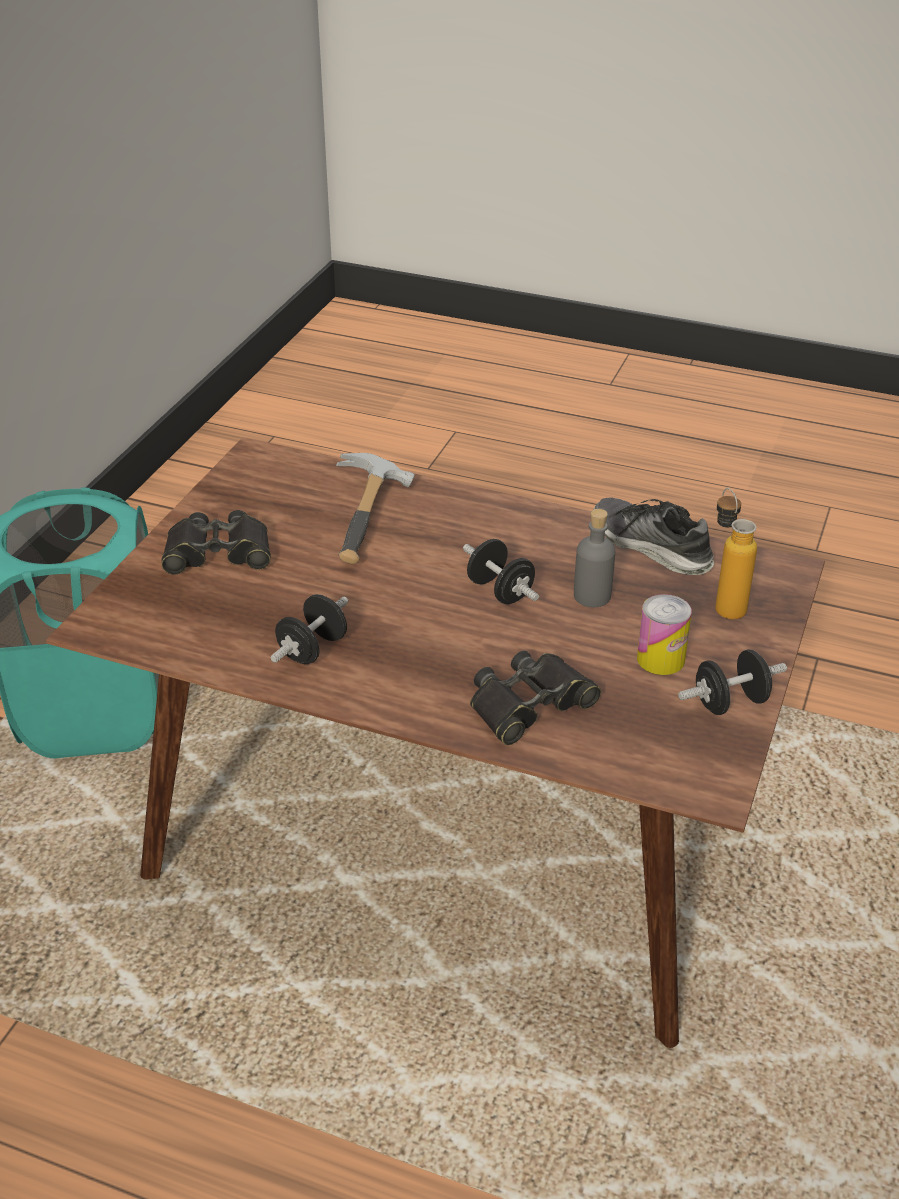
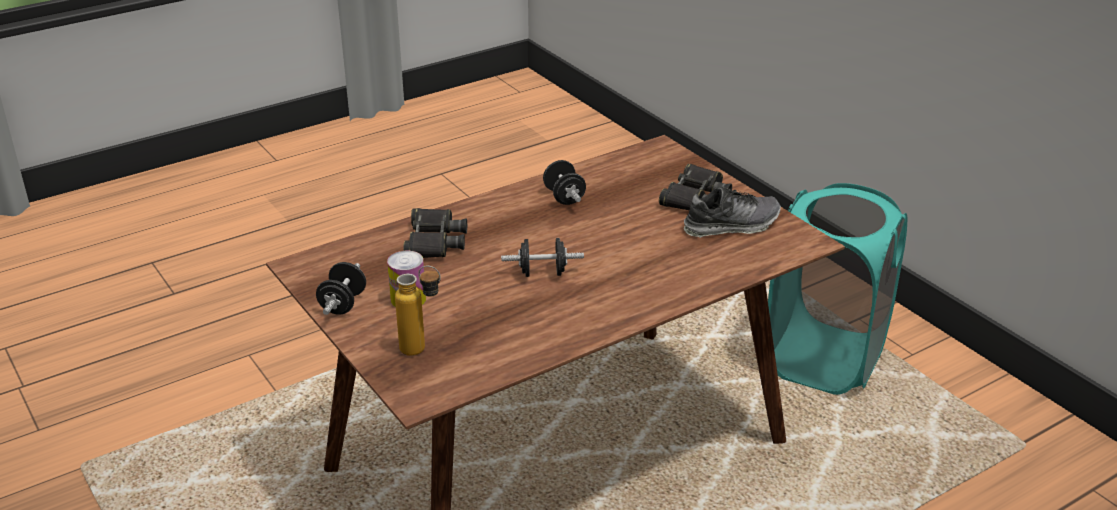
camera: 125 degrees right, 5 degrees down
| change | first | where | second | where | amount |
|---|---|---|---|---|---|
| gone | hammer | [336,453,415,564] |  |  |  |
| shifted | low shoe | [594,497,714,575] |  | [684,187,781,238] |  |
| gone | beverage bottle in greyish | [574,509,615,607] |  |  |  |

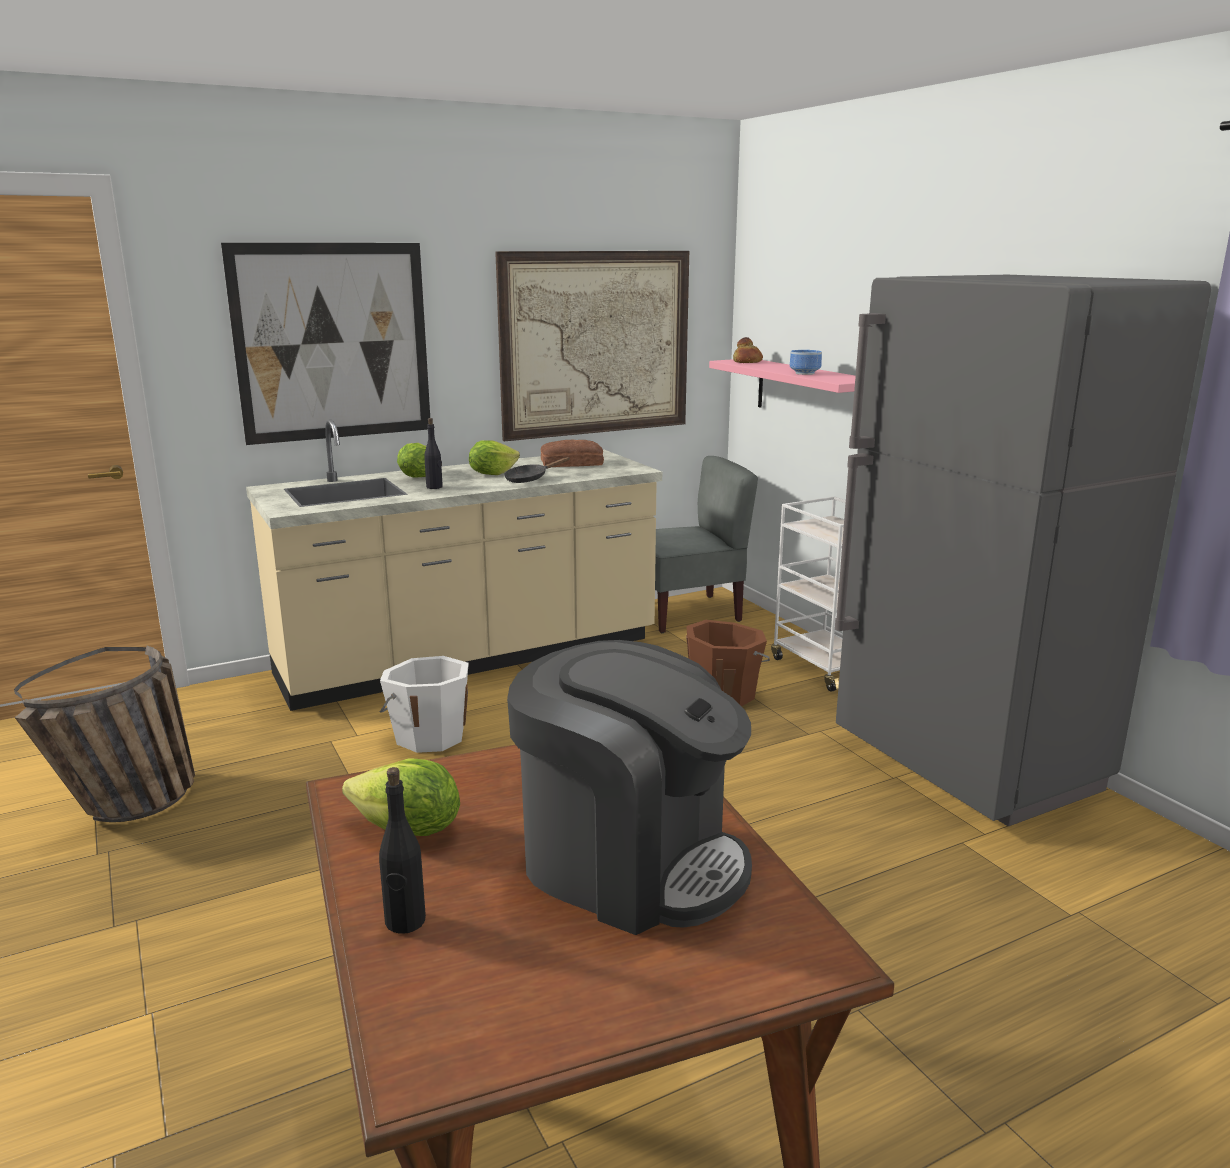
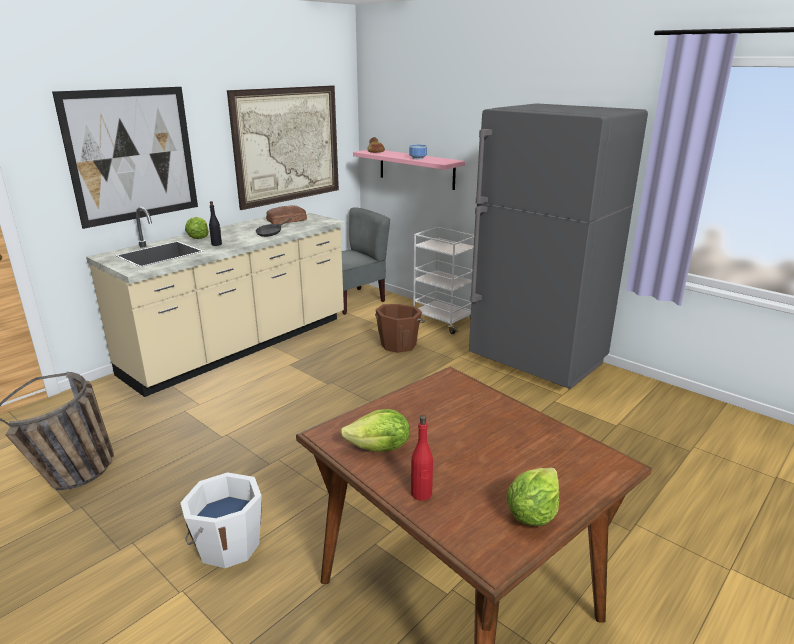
camera: 20 degrees left, 5 degrees up
| change | first | where | second | where | amount |
|---|---|---|---|---|---|
| shifted | lettuce head | [469,440,520,475] |  | [506,467,559,526] |  |
| gone | coffee maker | [507,640,752,935] |  |  |  |
| shifted | pail in white-coloured | [380,656,469,753] |  | [180,472,262,568] |  |
| repainted | beverage bottle in black | [379,767,426,934] | beverage bottle in red | [411,415,433,501] |  |

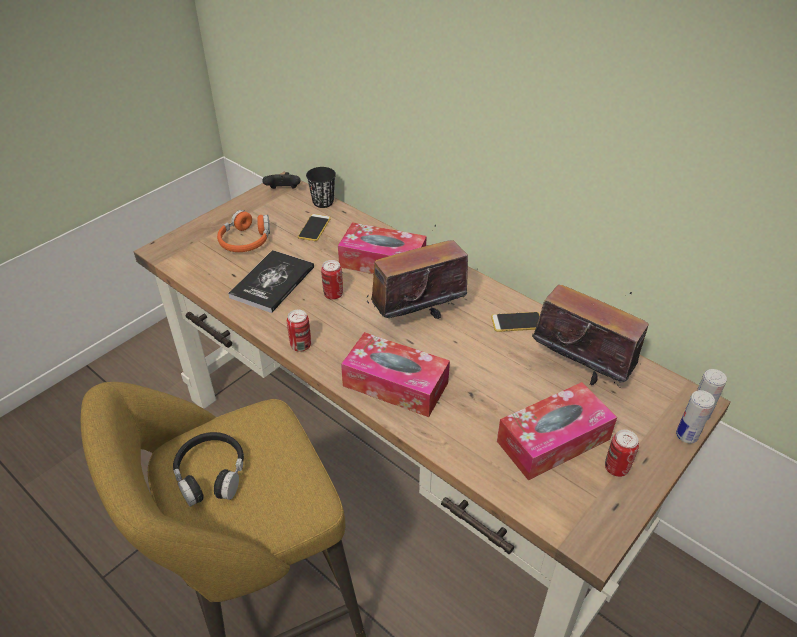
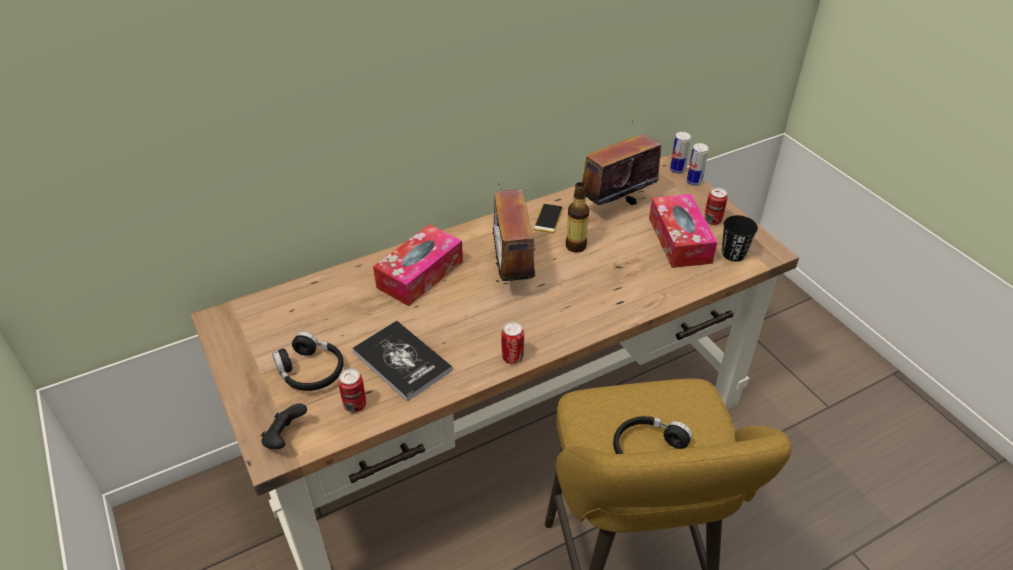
camera: 70 degrees left, 0 degrees up
| change | first | where | second | where | amount |
|---|---|---|---|---|---|
| shifted | drinking cup in black | [306,167,336,208] |  | [722,215,758,261] |  |
| shifted | game controller in black | [262,172,300,189] |  | [261,403,307,449] |  |
| repainted | headphones in orangey | [217,210,270,252] | headphones in black | [272,332,344,391] |  |
| gone | telephone | [298,214,331,241] |  |  |  |
| shifted | metal can | [321,260,343,300] |  | [338,369,366,413] |  |
| gone | tissue holder | [341,332,450,417] |  |  |  |
| new |  |  | beverage bottle | [566,182,589,252] |  |

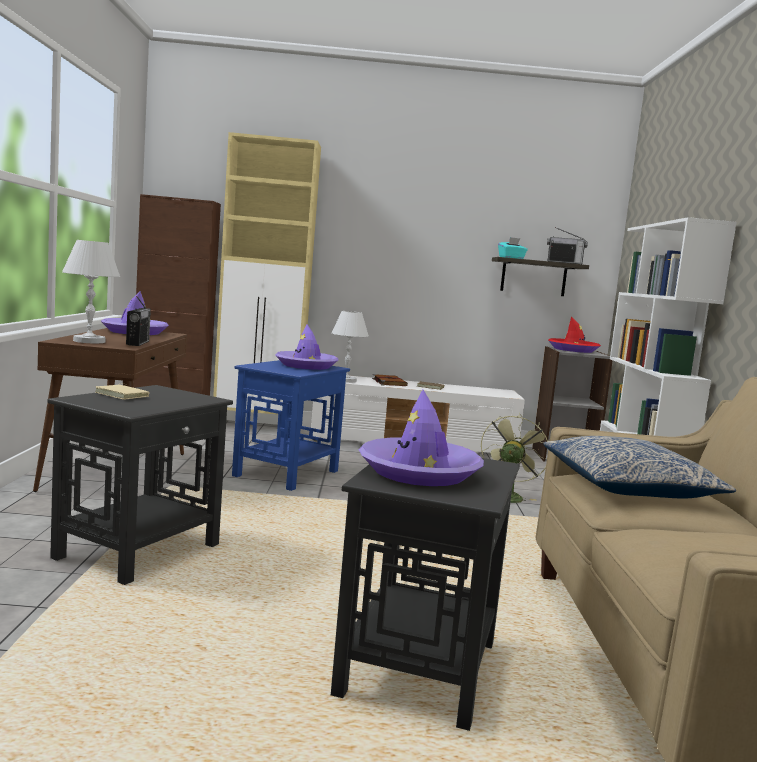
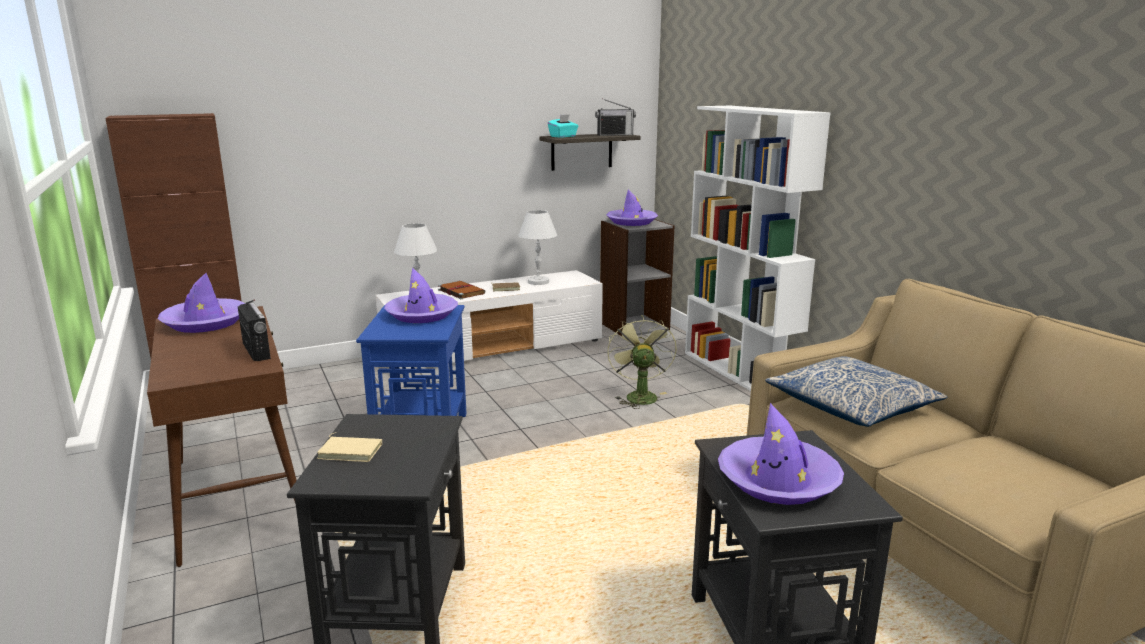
camera: 25 degrees left, 10 degrees up
| change | first | where | second | where | amount |
|---|---|---|---|---|---|
| gone | storage cabinet in beige-coloured | [213,132,321,415] |  |  |  |
| shifted | tabletop lamp in white-coloured | [62,240,120,343] |  | [518,210,557,285] |  |
| repainted | clothing hat in red | [548,316,601,353] | clothing hat in purple | [606,190,658,226] |  |

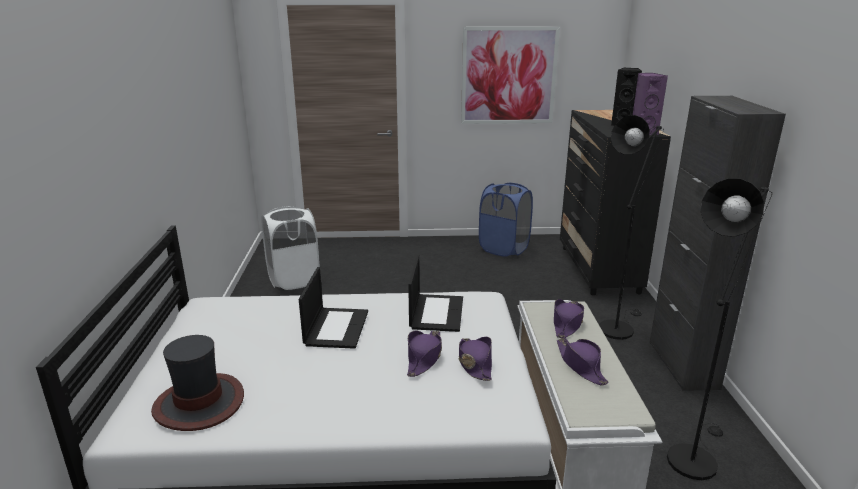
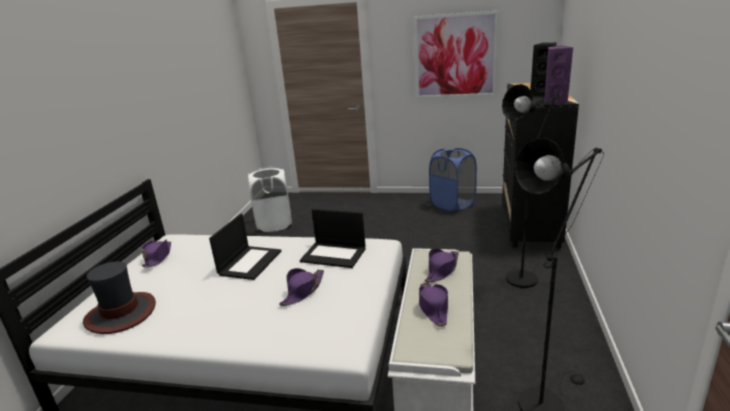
camera: 15 degrees right, 0 degrees up
| change | first | where | second | where | amount |
|---|---|---|---|---|---|
| gone | storage cabinet in black | [649,96,786,391] |  |  |  |
| rotated | portable computer | [408,255,463,332] |  | [300,209,366,268] | 90 degrees clockwise |
| shifted | clothing hat in purple | [458,337,492,381] |  | [141,239,171,267] |  |

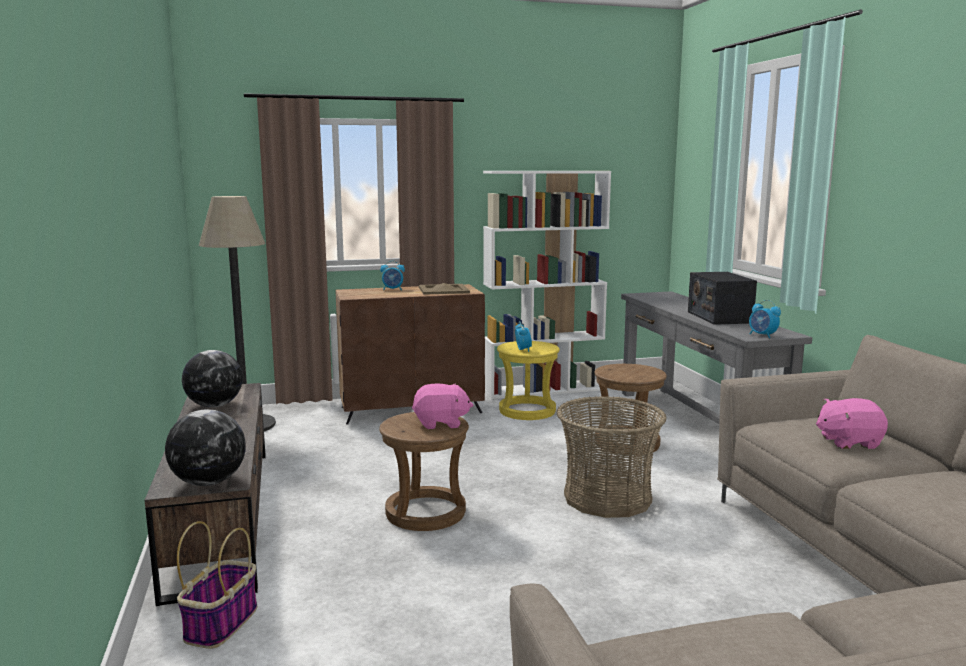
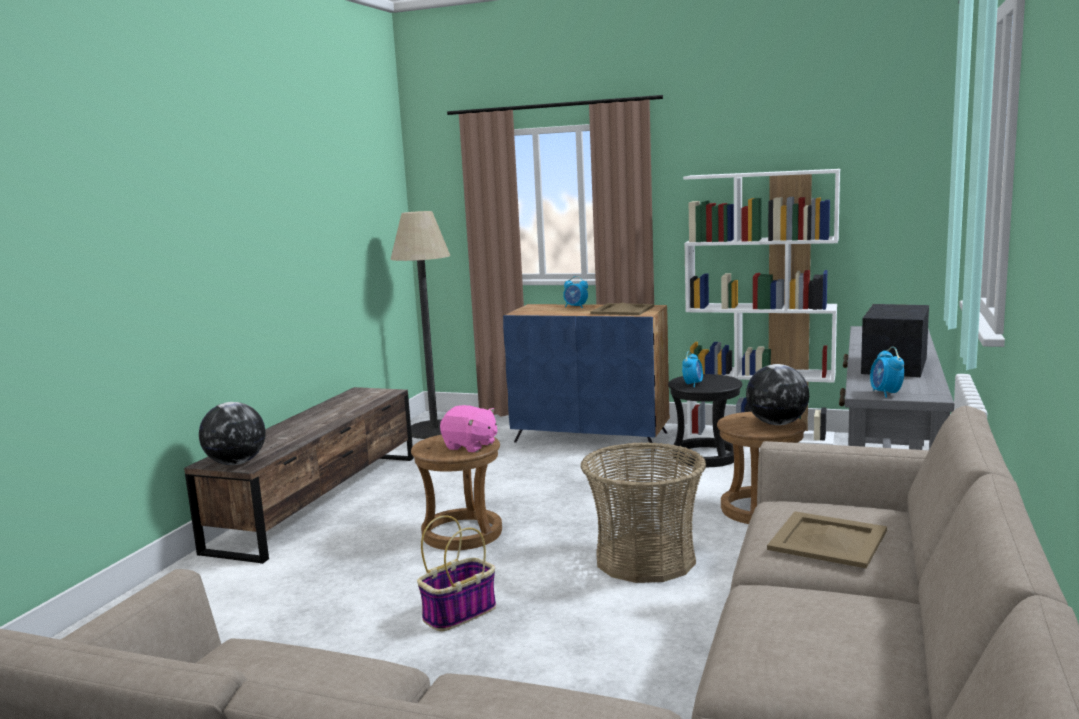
camera: 35 degrees right, 0 degrees up
| change | first | where | second | where | amount |
|---|---|---|---|---|---|
| repainted | storage cabinet in brownish | [336,284,485,425] | storage cabinet in bluish | [503,304,670,451] |  |
| repainted | sitting stool in yellow | [497,341,560,420] | sitting stool in black | [668,374,742,467] |  |
| shifted | world globe | [182,350,243,407] |  | [746,364,809,425] |  |
| swapped | plush toy in pinkish | [816,398,888,449] | carrying tray in beige-coloured | [767,511,887,569] |  |
| shifted | household basket | [177,521,257,649] |  | [417,515,496,631] |  |

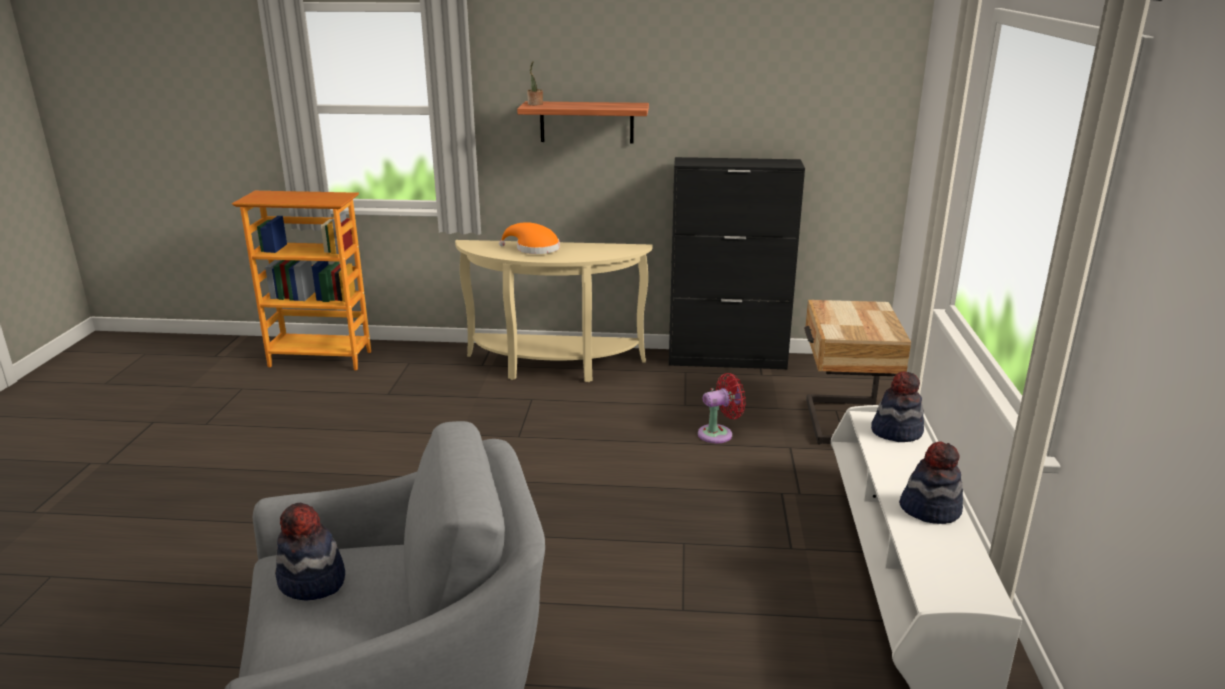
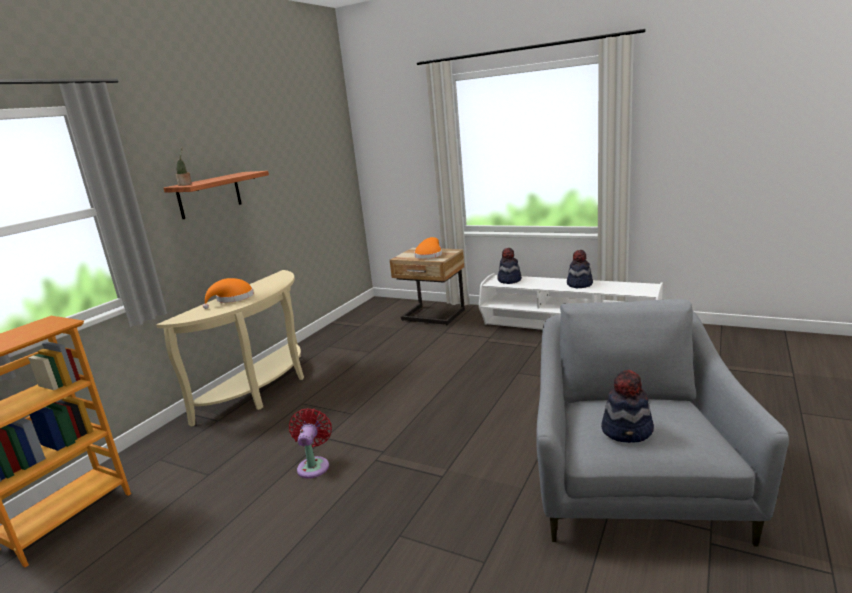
camera: 65 degrees left, 5 degrees down
| change | first | where | second | where | amount |
|---|---|---|---|---|---|
| gone | storage cabinet in black | [669,157,805,369] |  |  |  |
| shifted | fan in red | [698,373,746,443] |  | [289,408,332,478] |  |
| new |  |  | clothing hat in orangey | [414,237,442,259] |  |

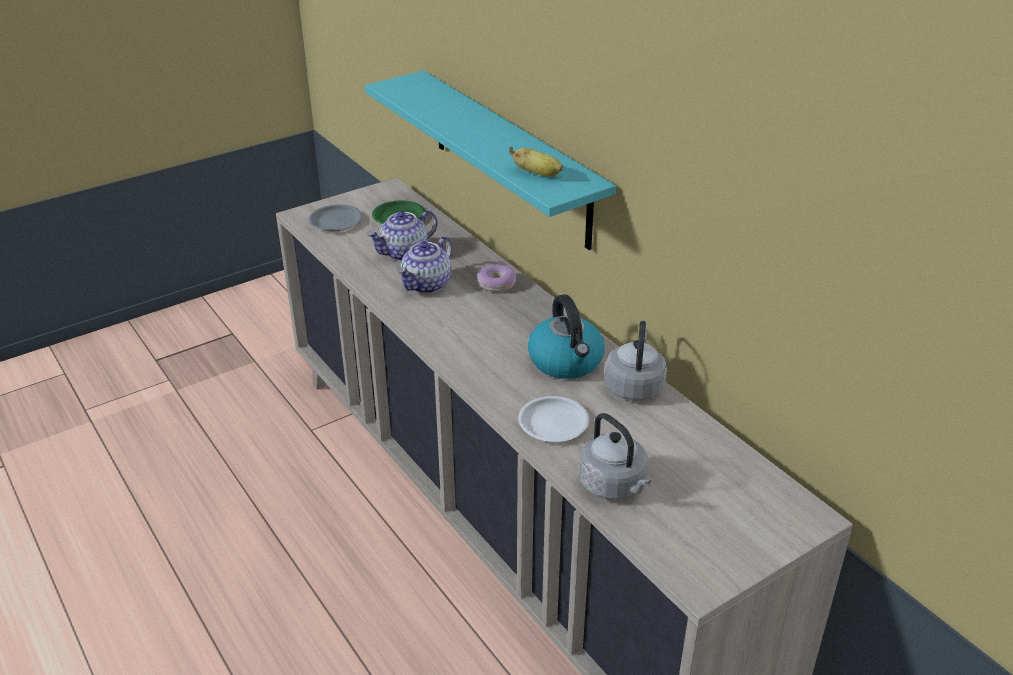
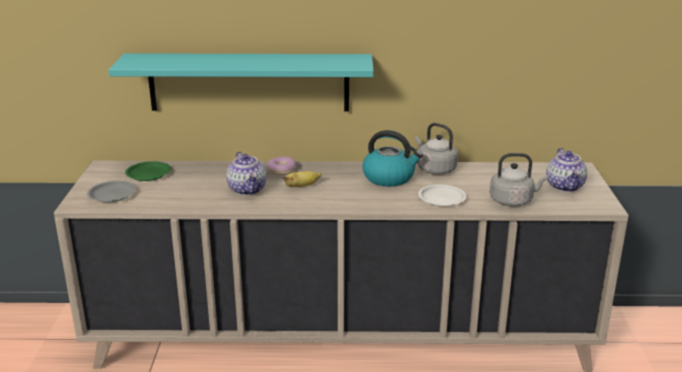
camera: 55 degrees left, 10 degrees down
| change | first | where | second | where | amount |
|---|---|---|---|---|---|
| shifted | banana | [509,147,563,176] |  | [283,171,322,187] |  |
| shifted | teapot | [367,210,438,261] |  | [546,148,587,192] |  |

